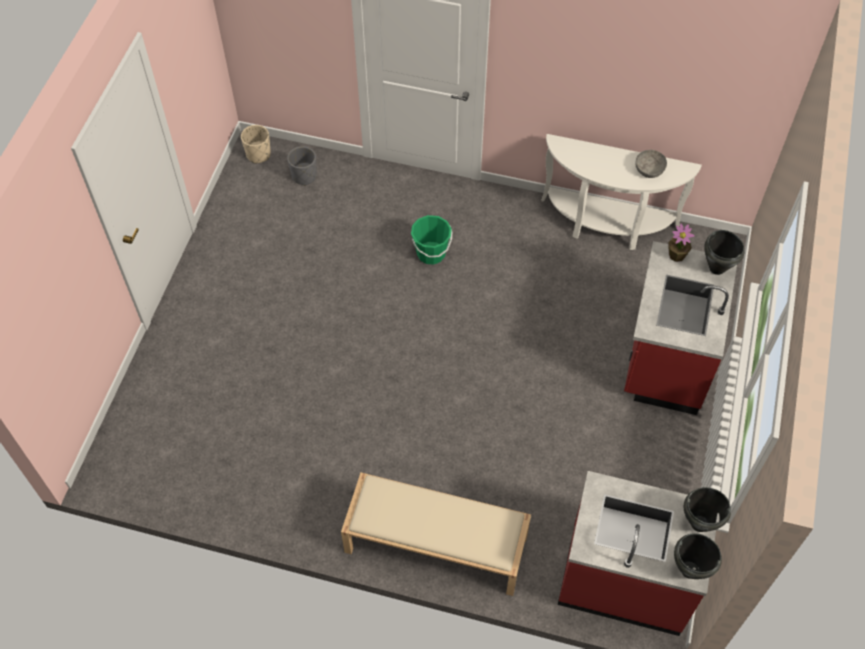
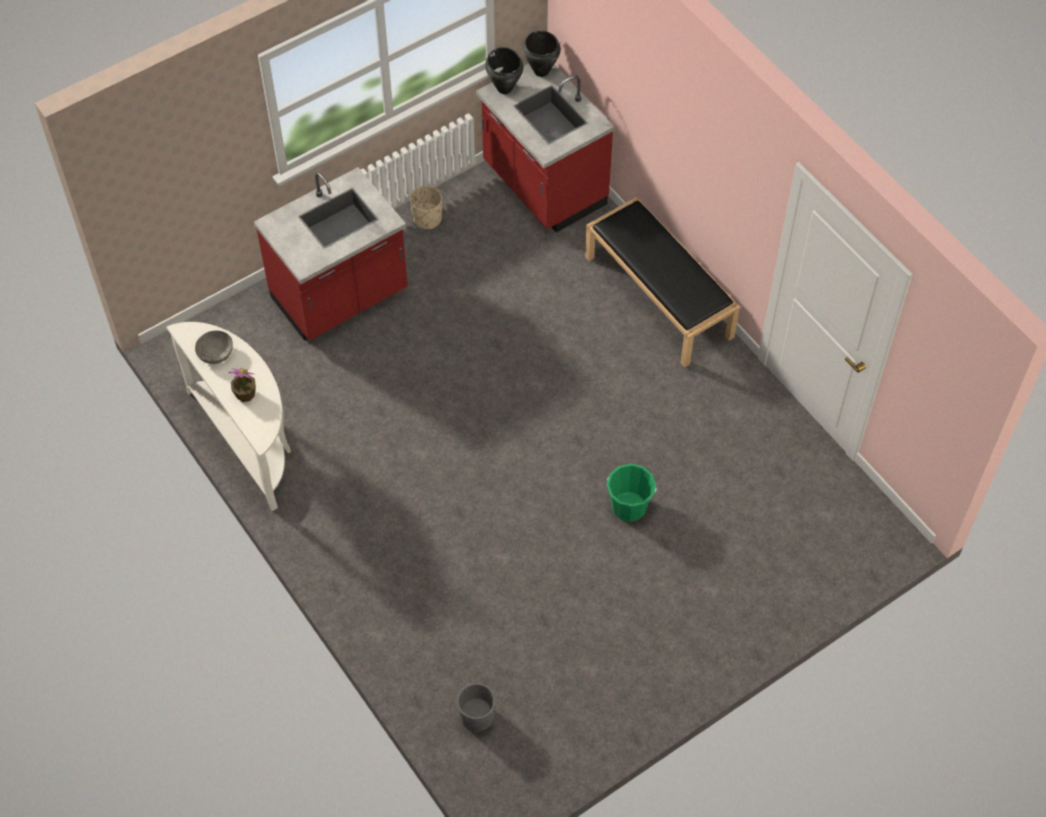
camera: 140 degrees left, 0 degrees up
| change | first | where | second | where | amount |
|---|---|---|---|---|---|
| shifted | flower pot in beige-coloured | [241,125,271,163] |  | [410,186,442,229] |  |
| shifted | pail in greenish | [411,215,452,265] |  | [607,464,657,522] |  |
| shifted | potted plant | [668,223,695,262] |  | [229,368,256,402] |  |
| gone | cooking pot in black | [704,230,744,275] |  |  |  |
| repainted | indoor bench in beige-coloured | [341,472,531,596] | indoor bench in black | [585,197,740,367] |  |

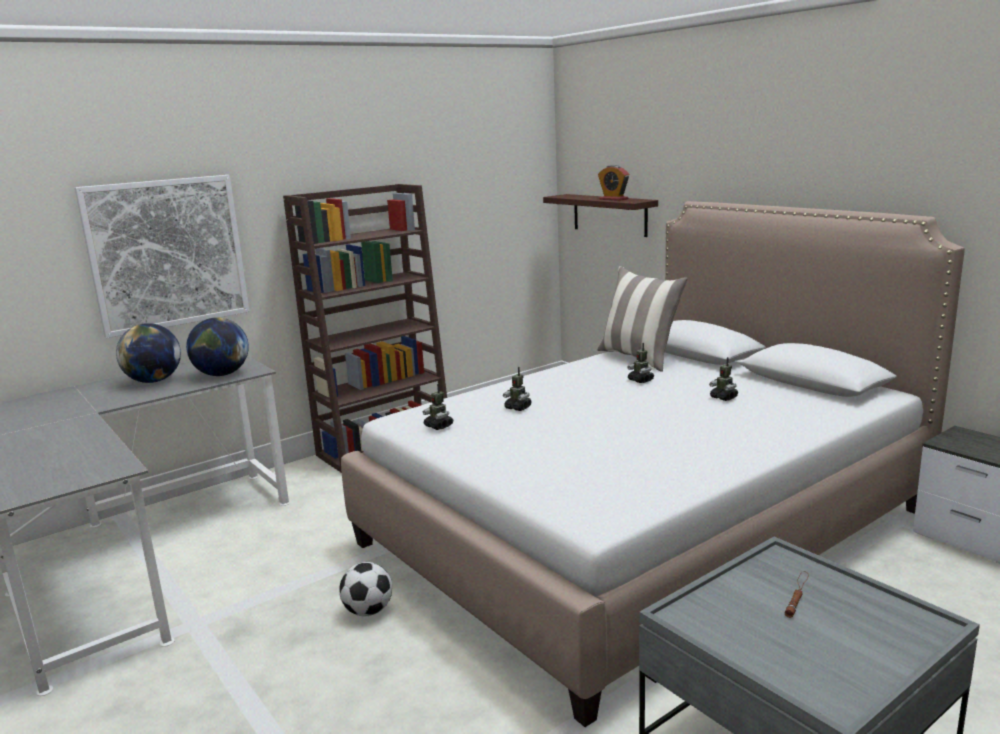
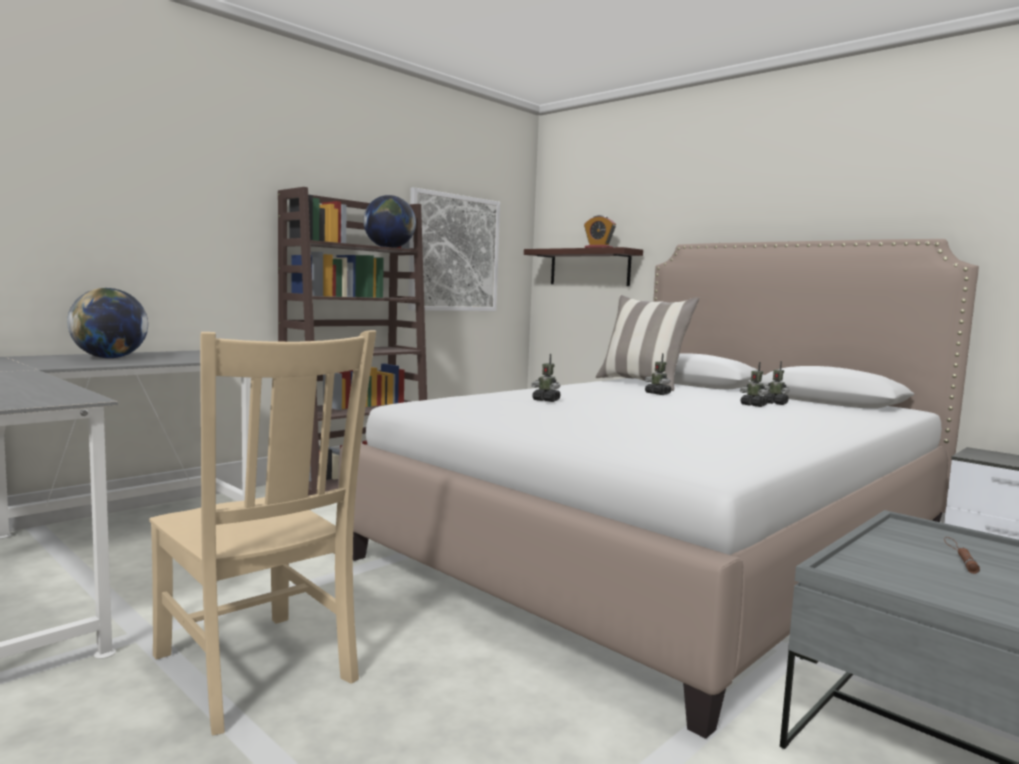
camera: 10 degrees left, 10 degrees down
| change | first | where | second | where | amount |
|---|---|---|---|---|---|
| shifted | wall picture | [74,175,250,338] |  | [408,187,500,311] |  |
| shifted | world globe | [186,317,249,376] |  | [363,195,416,248] |  |
| shifted | model robot | [423,384,453,430] |  | [764,361,790,405] |  |
| gone | football ball | [339,562,392,616] |  |  |  |
| new |  |  | chair in beige-coloured | [149,330,376,735] |  |

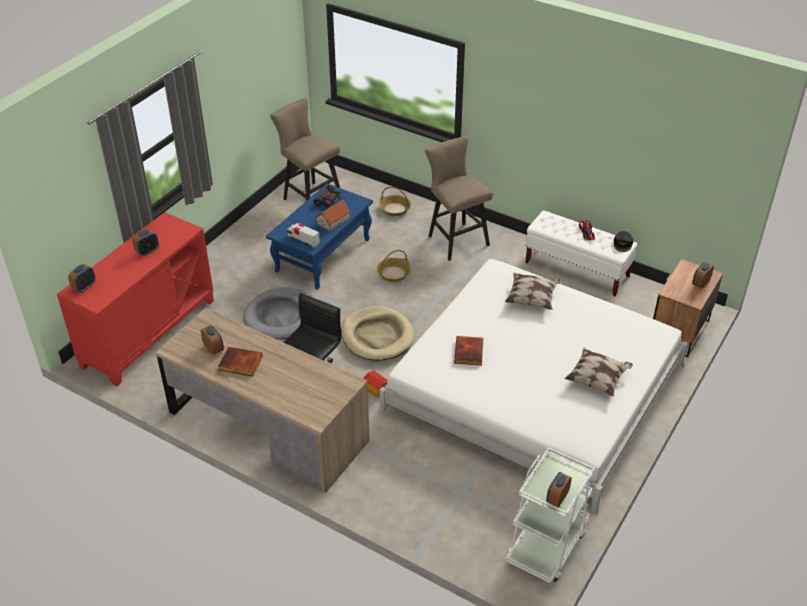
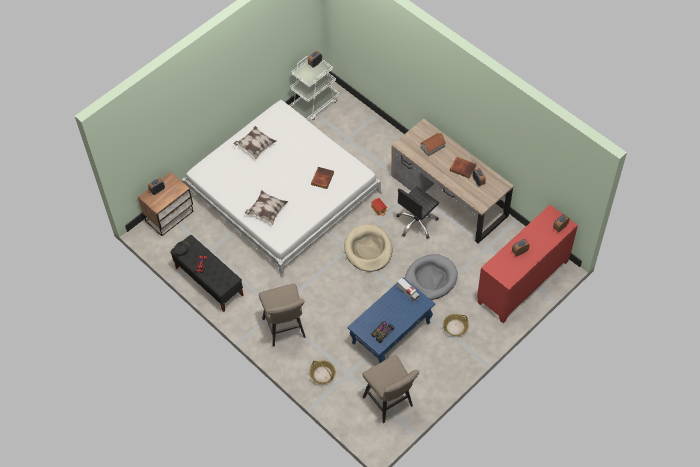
camera: 165 degrees left, 15 degrees up
| change | first | where | second | where | amount |
|---|---|---|---|---|---|
| shifted | model house | [315,200,351,232] |  | [420,133,446,156] |  |
| repainted | indoor bench in white-coloured | [525,210,637,296] | indoor bench in black | [170,235,243,312] |  |
| shifted | household basket | [377,250,411,282] |  | [443,314,469,336] |  |

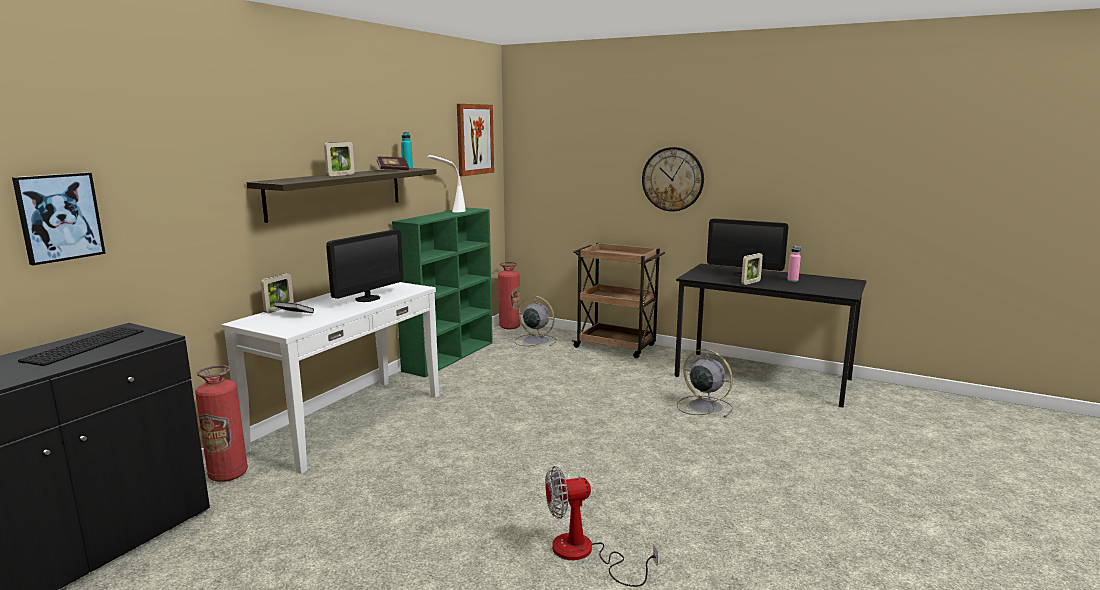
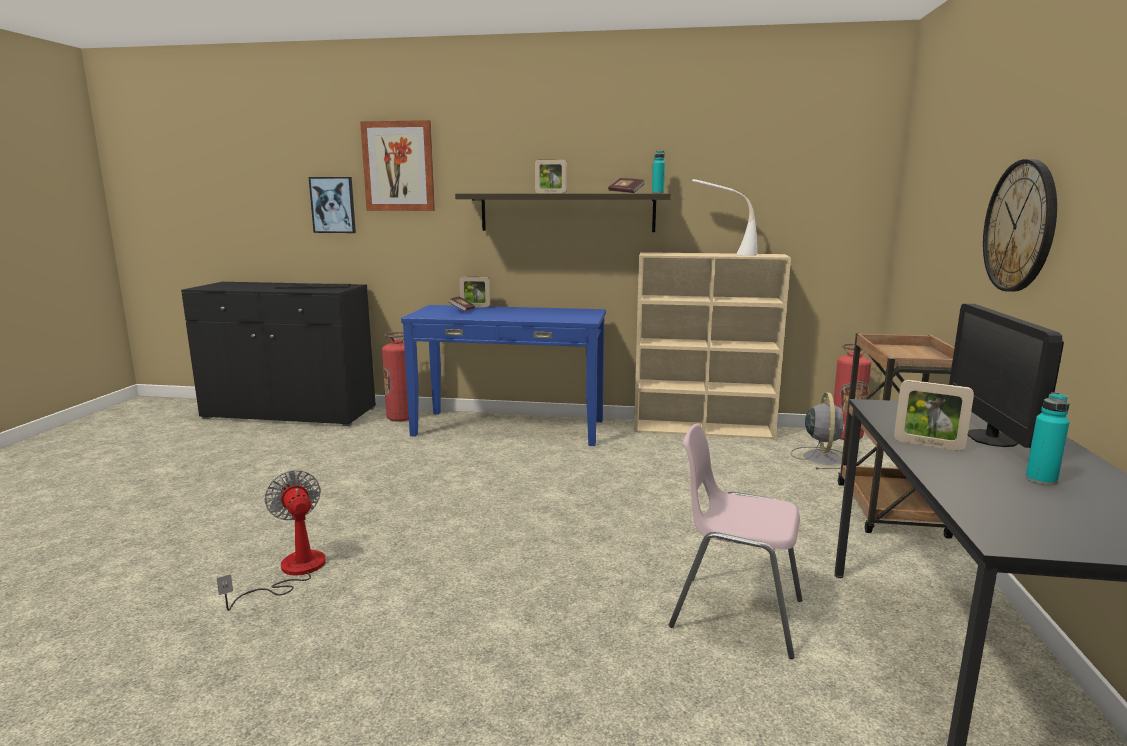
camera: 70 degrees right, 0 degrees up
| change | first | where | second | where | amount |
|---|---|---|---|---|---|
| shifted | wall picture | [457,104,494,176] |  | [360,120,435,211] |  |
| repainted | bookshelf in greenish | [392,208,493,377] | bookshelf in beige-coloured | [634,252,791,439] |  |
| gone | monitor | [326,229,403,302] |  |  |  |
| repainted | beverage bottle in pinkish | [787,246,801,282] | beverage bottle in turquoise-coloured | [1025,392,1070,486] |  |
| repainted | console table in white-coloured | [222,282,439,474] | console table in bluish | [401,305,606,446] |  |
| swapped | fan in greyish | [677,349,733,418] | chair in pinkish | [669,423,802,659] |  |

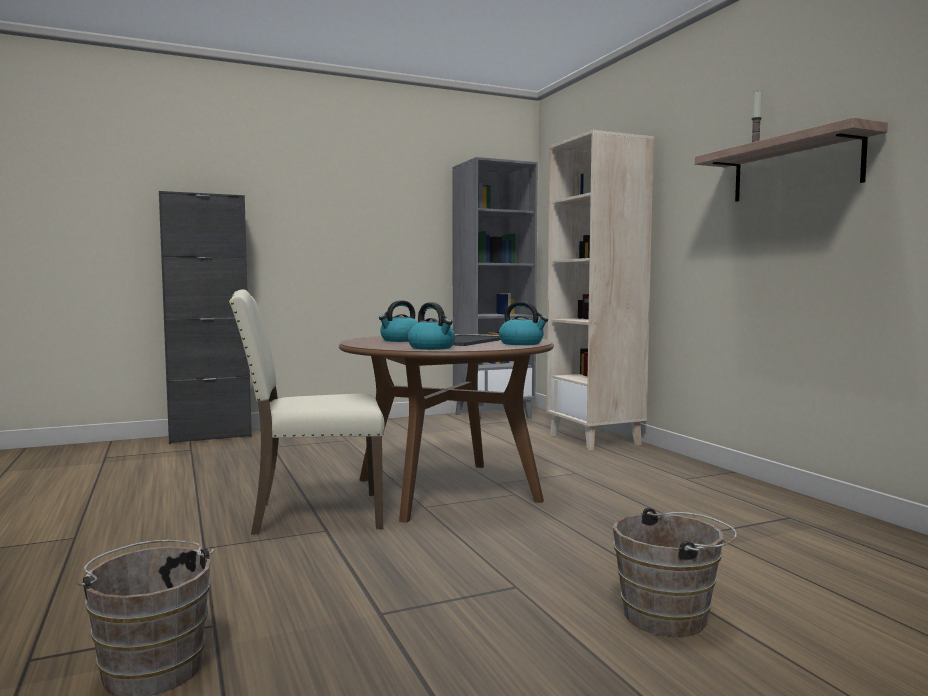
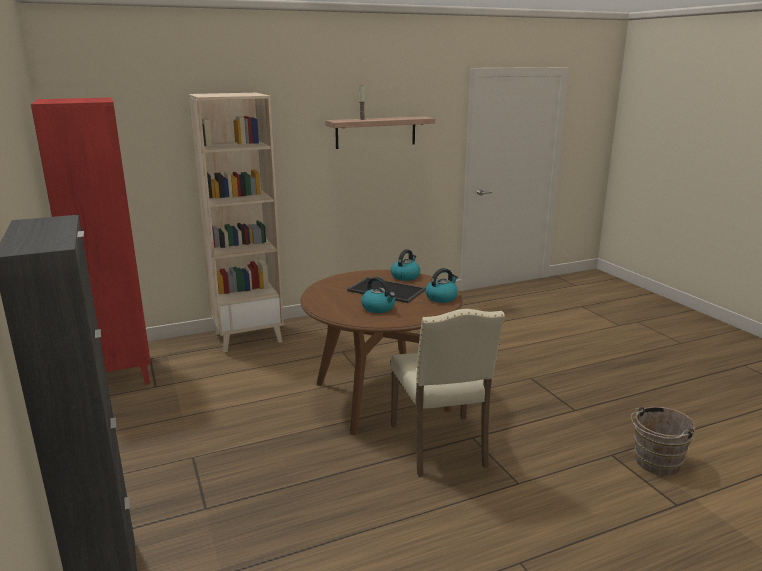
camera: 90 degrees left, 15 degrees up
| change | first | where | second | where | amount |
|---|---|---|---|---|---|
| repainted | bookshelf in greyish | [452,157,538,420] | bookshelf in red | [31,97,151,385] |  |
| gone | pail in brownish | [613,508,737,637] |  |  |  |

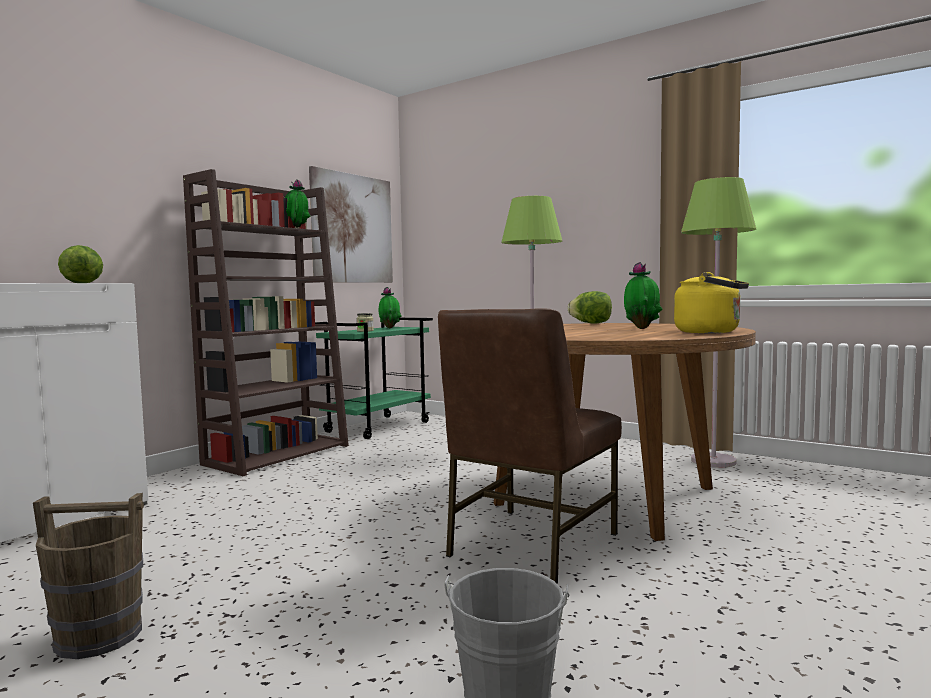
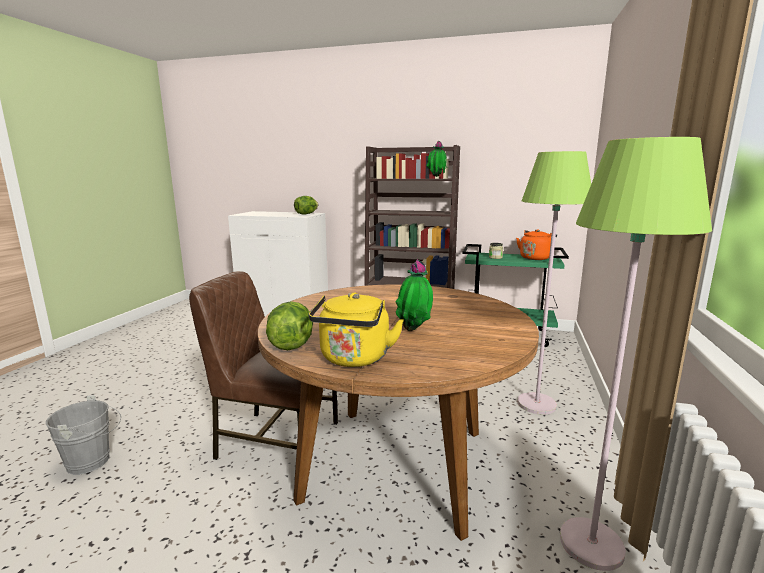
camera: 70 degrees right, 10 degrees up
| change | first | where | second | where | amount |
|---|---|---|---|---|---|
| gone | wall picture | [309,166,393,283] |  |  |  |
| swapped | potted plant | [379,287,401,328] | kettle in orangey | [516,230,557,260] |  |
| shifted | lettuce head | [567,291,612,324] |  | [266,301,313,350] |  |
| gone | pail in brownish | [33,493,144,659] |  |  |  |

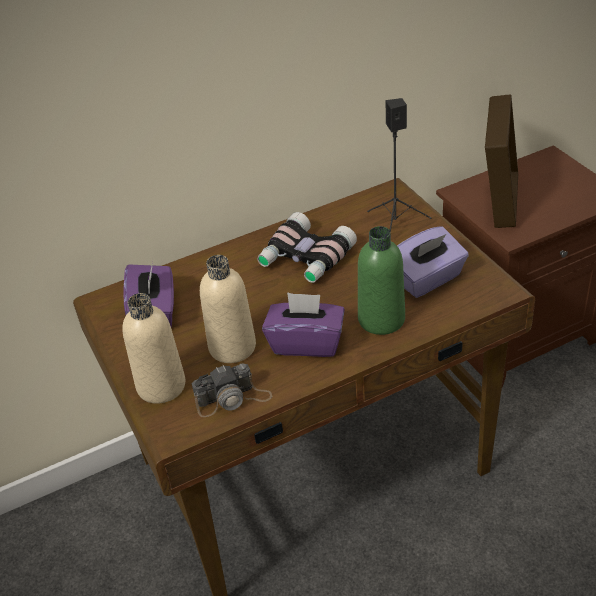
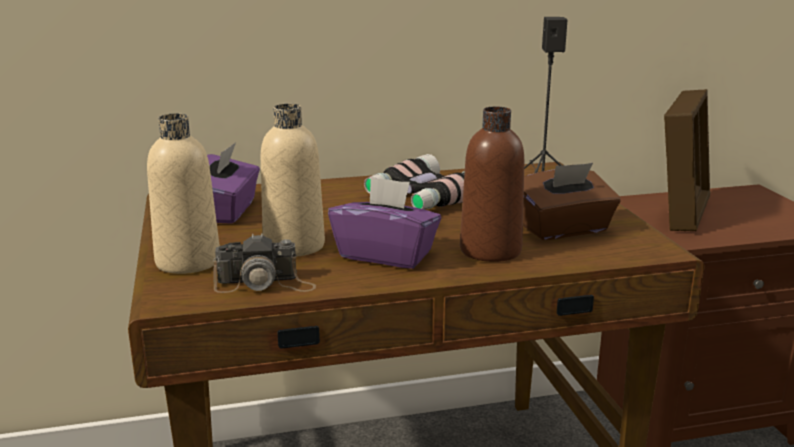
camera: 10 degrees right, 20 degrees down
| change | first | where | second | where | amount |
|---|---|---|---|---|---|
| repainted | beverage bottle in greenish | [358,226,405,335] | beverage bottle in brownish | [460,107,524,262] |  |
| repainted | tissue holder in purple | [397,226,469,298] | tissue holder in brownish | [523,163,621,240] |  |

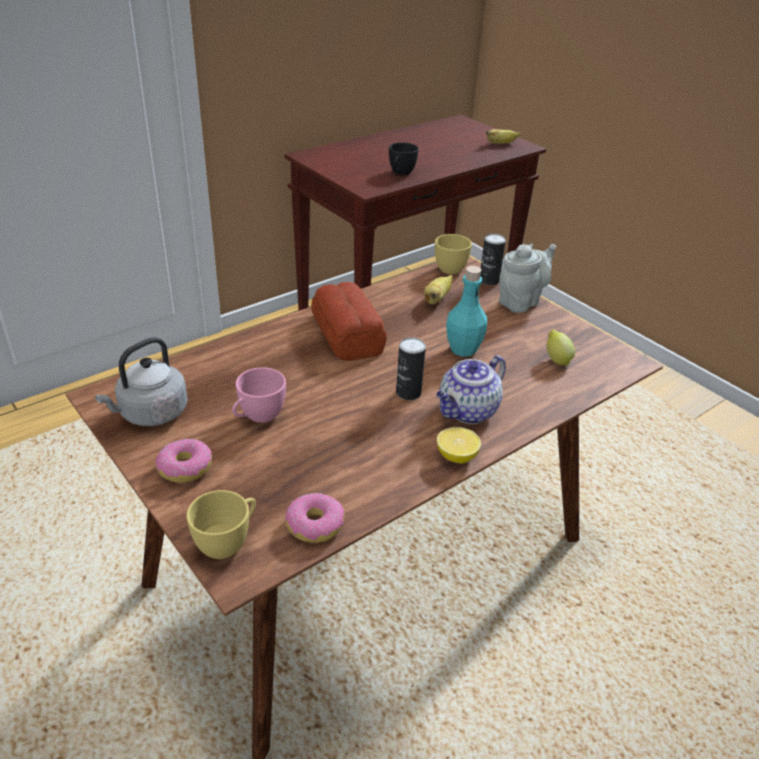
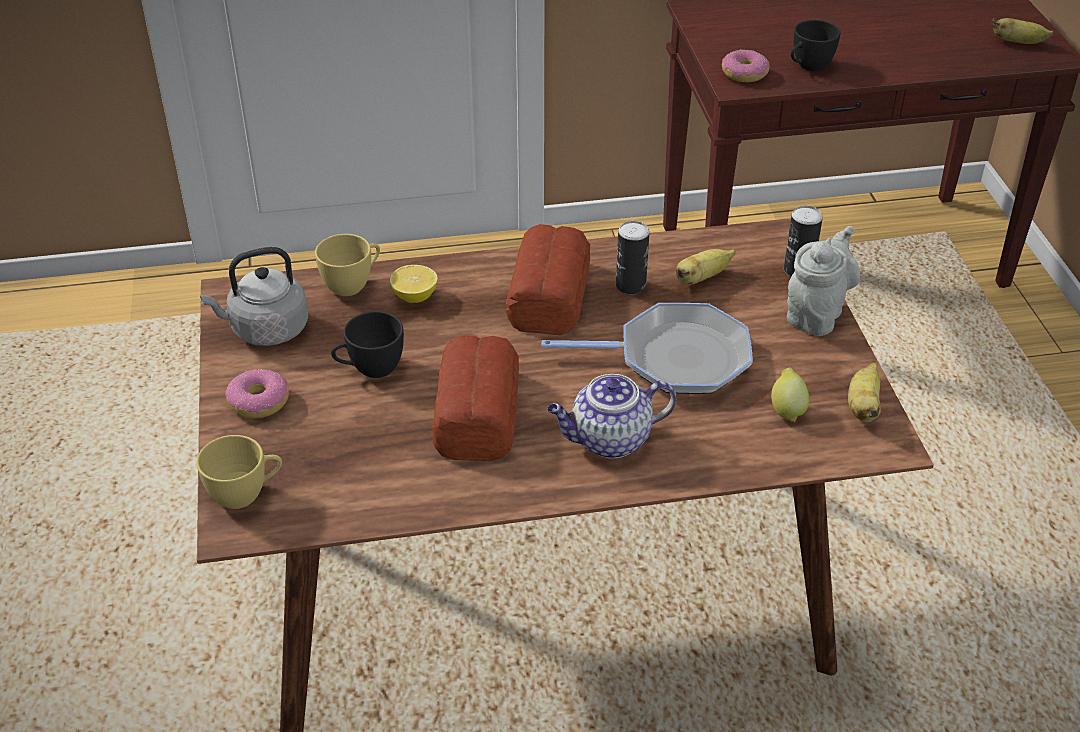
camera: 30 degrees right, 5 degrees up
| change | first | where | second | where | amount |
|---|---|---|---|---|---|
| shifted | drinking cup in yellow | [435,234,472,274] |  | [315,234,380,296] |  |
| rotated | teapot in greyish | [499,243,556,313] |  | [787,226,860,336] | 45 degrees counterclockwise |
| swapped | beverage bottle in turquoise-coloured | [446,266,487,357] | frying pan | [542,303,753,394] |  |
| shifted | metal can | [396,337,426,400] |  | [616,221,649,294] |  |
| repainted | drinking cup in pinkish | [232,367,286,423] | drinking cup in black | [331,311,404,378] |  |
| shifted | whole lemon | [437,427,481,464] |  | [390,265,438,303] |  |
| shifted | ring doughnut | [285,493,345,543] |  | [722,49,769,82] |  |
| new |  |  | bread | [432,335,519,461] |  |
| new |  |  | banana | [848,363,881,422] |  |

